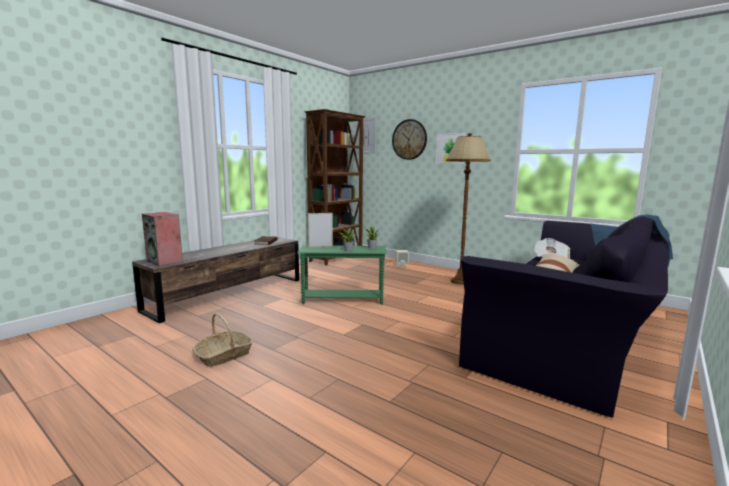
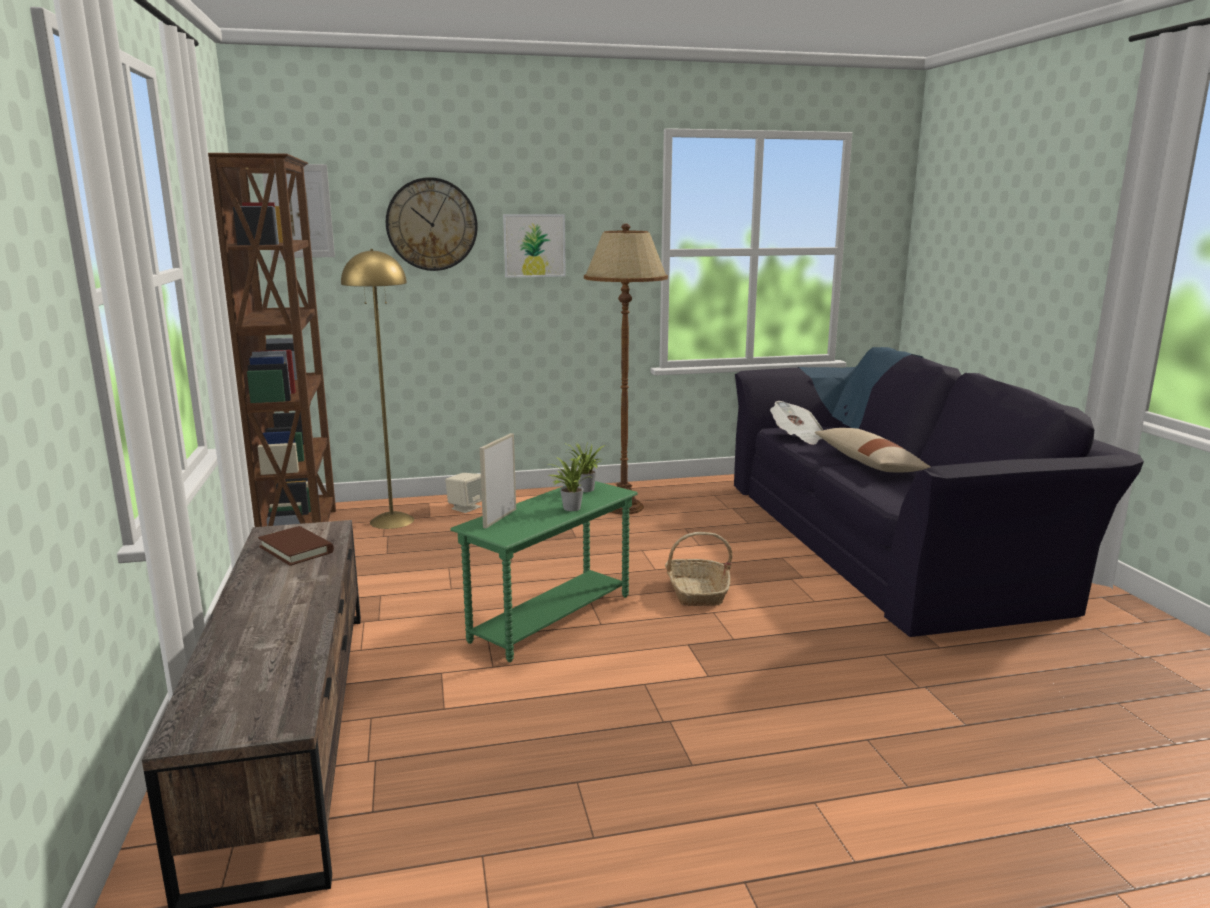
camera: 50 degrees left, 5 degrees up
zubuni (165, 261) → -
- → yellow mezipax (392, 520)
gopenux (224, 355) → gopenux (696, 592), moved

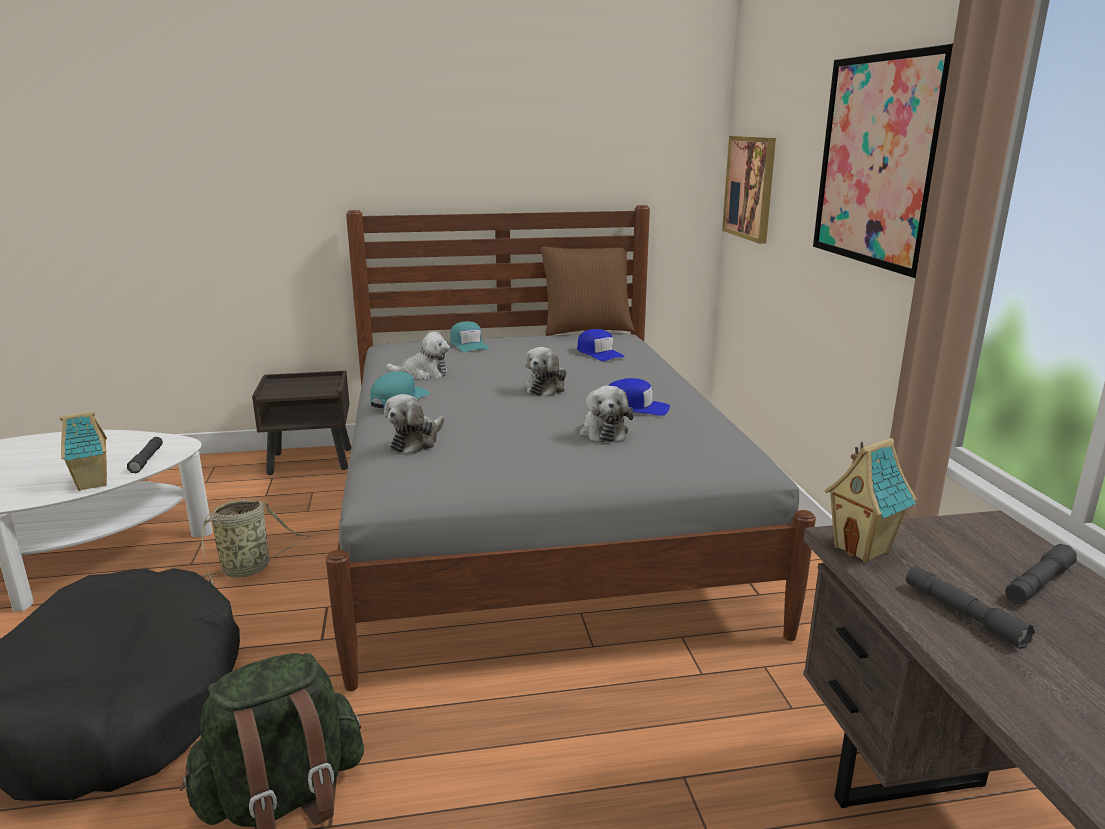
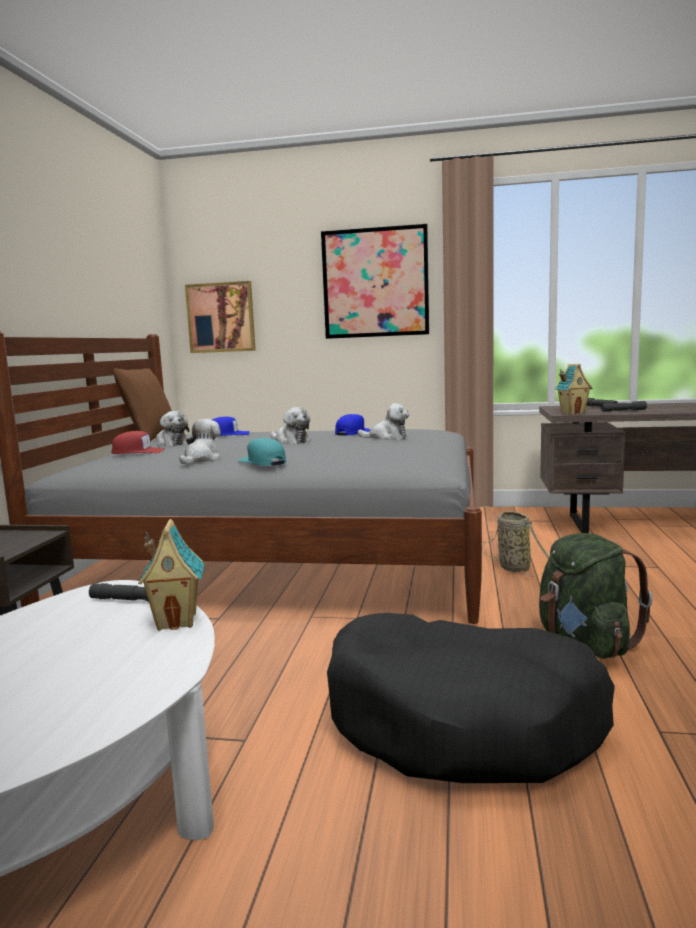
camera: 70 degrees left, 10 degrees down
gopenux (250, 568) → gopenux (512, 567), moved
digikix (416, 442) → digikix (171, 443), moved
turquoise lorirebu (468, 344) → red lorirebu (138, 452)

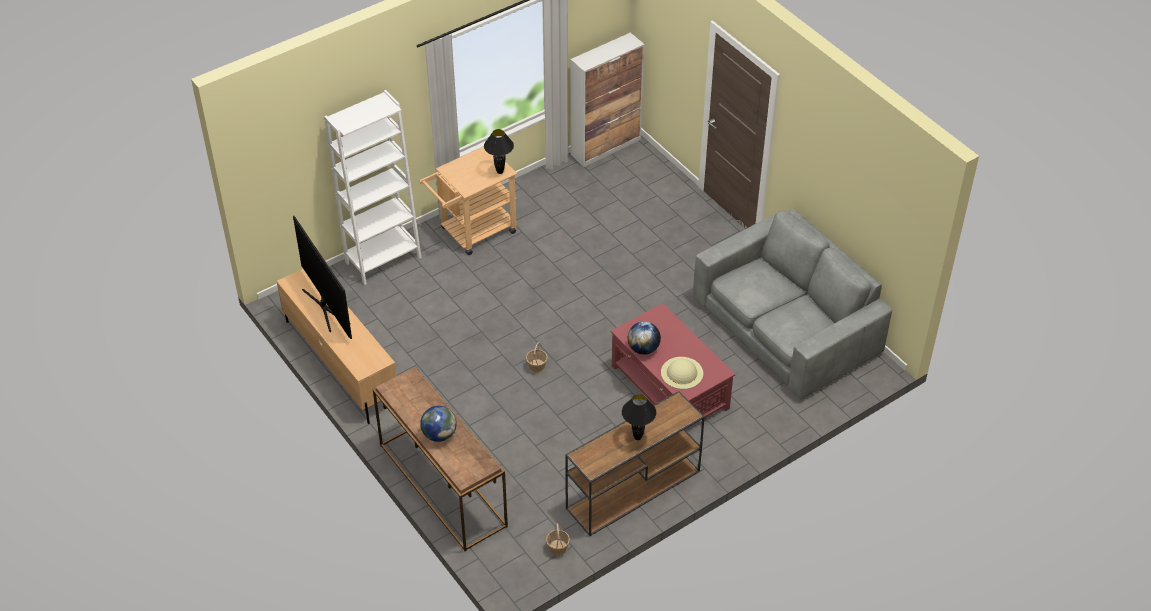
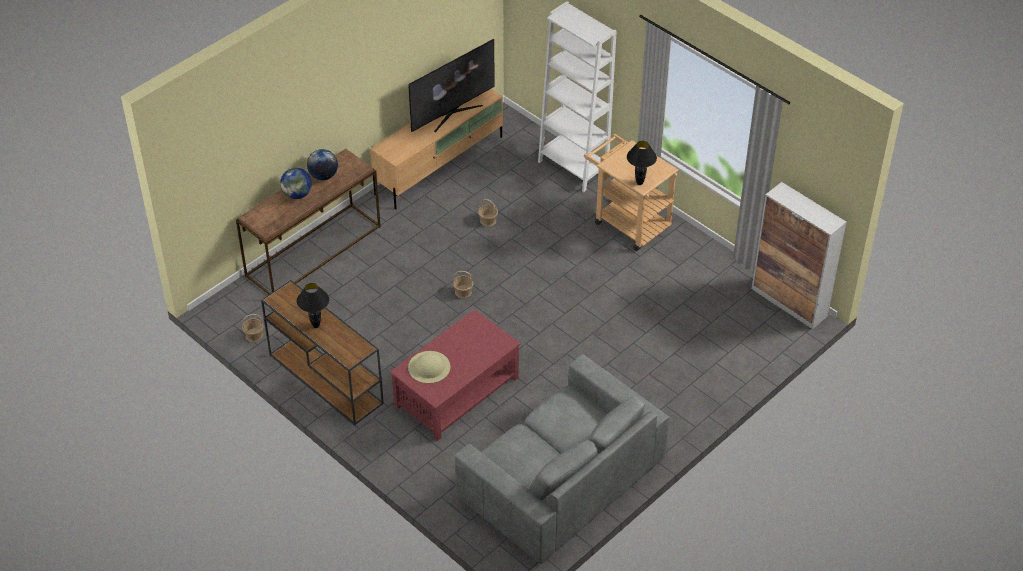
camera: 80 degrees right, 0 degrees up
- → gopenux (488, 220)
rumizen (643, 349) → rumizen (323, 176), moved

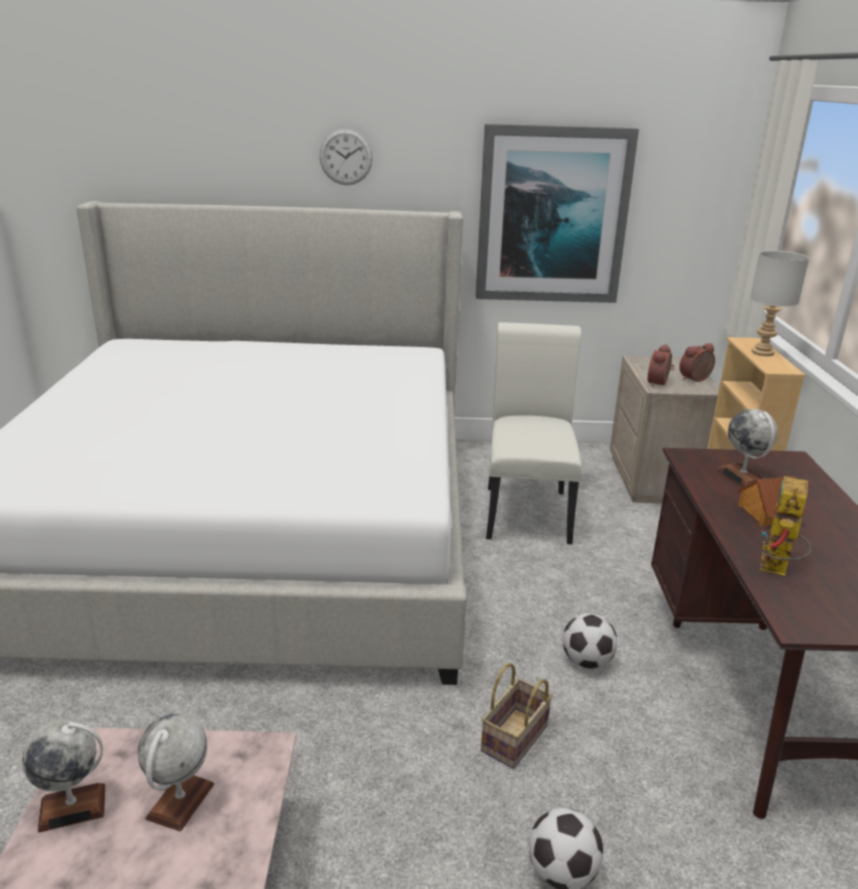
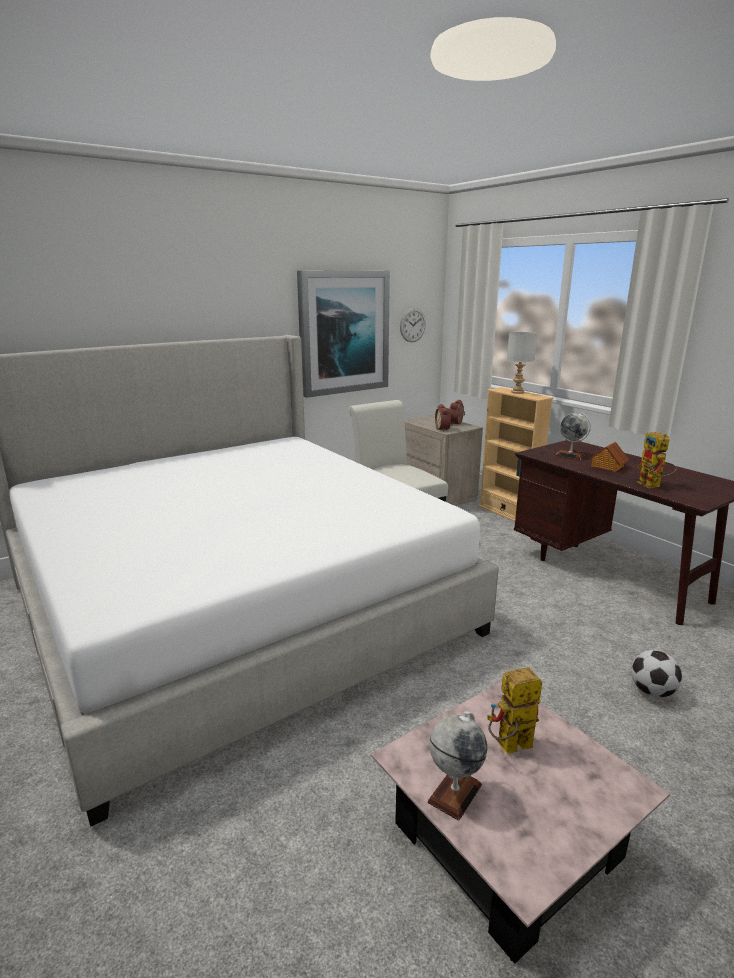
camera: 35 degrees left, 5 degrees down
gopenux (515, 740) → -
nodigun (587, 662) → -
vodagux (346, 157) → vodagux (412, 325), moved
rumizen (180, 801) → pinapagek (509, 748)

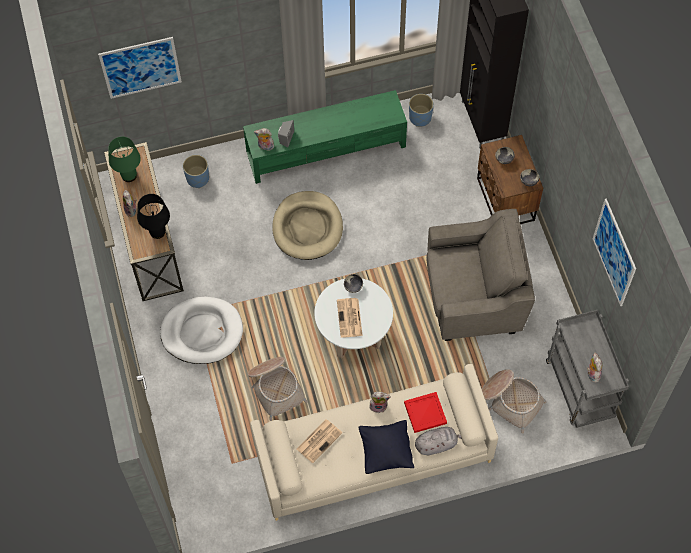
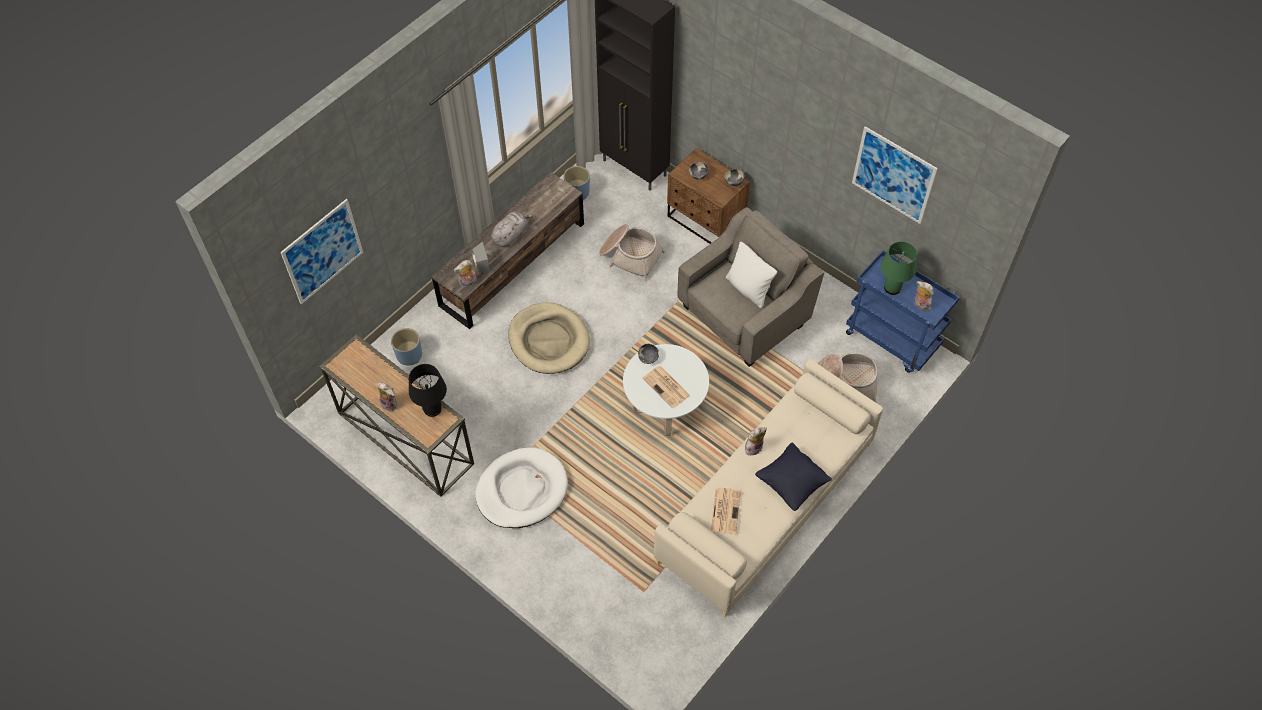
camera: 35 degrees left, 5 degrees down
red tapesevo (425, 412) → -
- → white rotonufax (748, 289)
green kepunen (129, 175) → green kepunen (892, 287), moved
gopenux (276, 388) → gopenux (630, 256), moved
grey digikix (437, 444) → grey digikix (510, 235), moved
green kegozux (327, 149) → brown kegozux (513, 264)
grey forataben (580, 389) → blue forataben (893, 340)

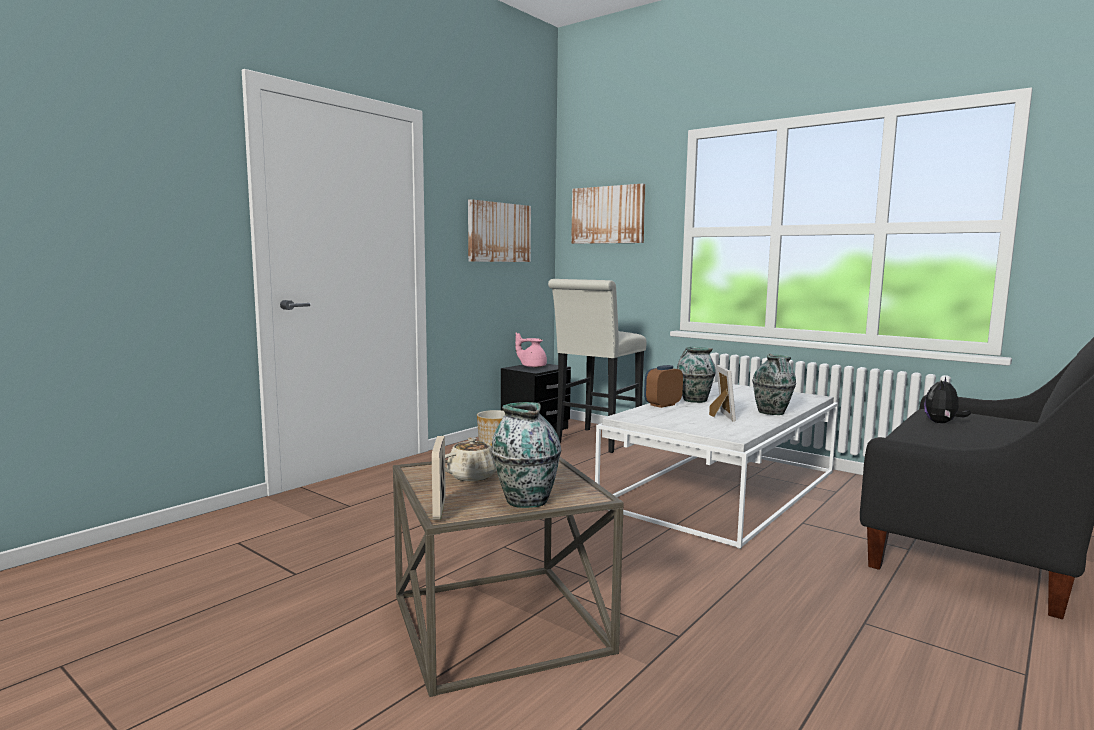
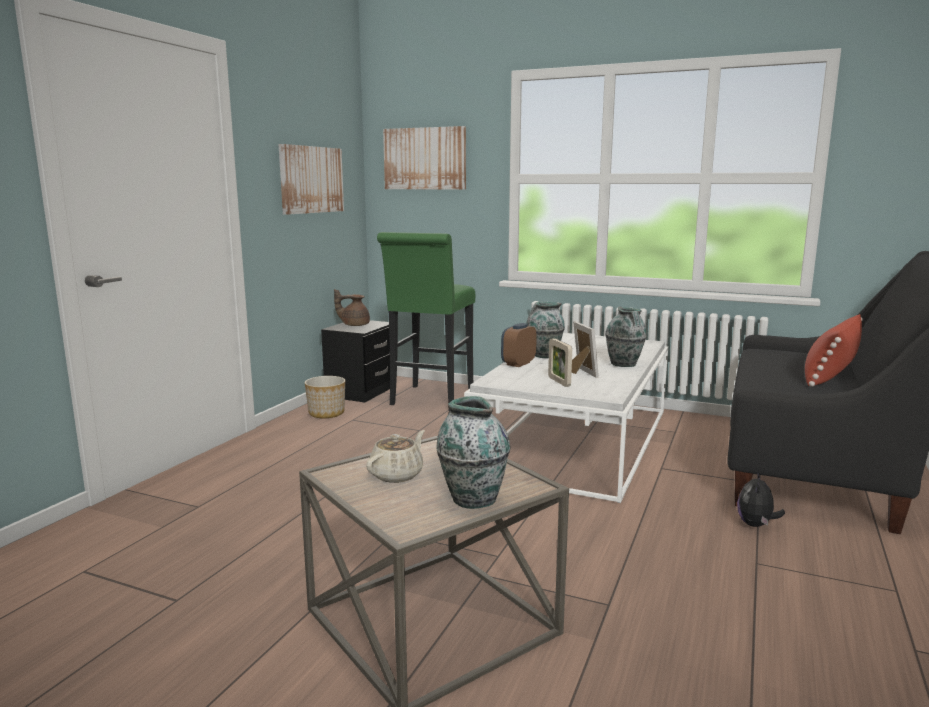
camera: 15 degrees left, 5 degrees up
- → red rotonufax (830, 374)
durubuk (439, 508) → durubuk (559, 382), moved
digikix (942, 423) → digikix (756, 525), moved
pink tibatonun (532, 366) → brown tibatonun (354, 325)
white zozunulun (595, 442) → green zozunulun (430, 400)

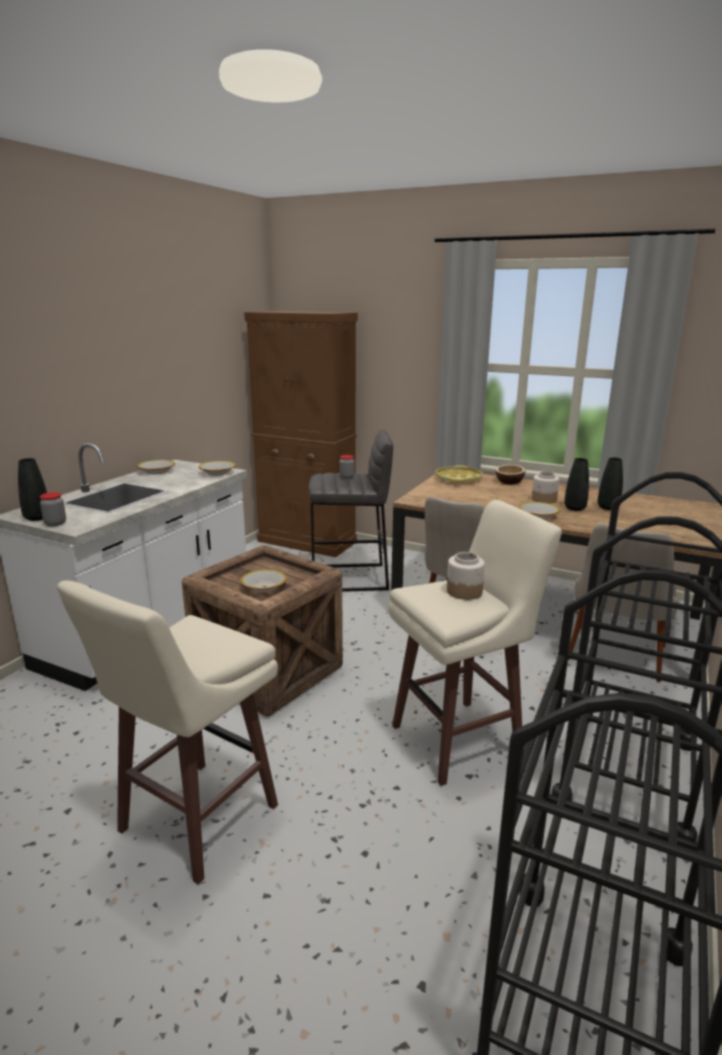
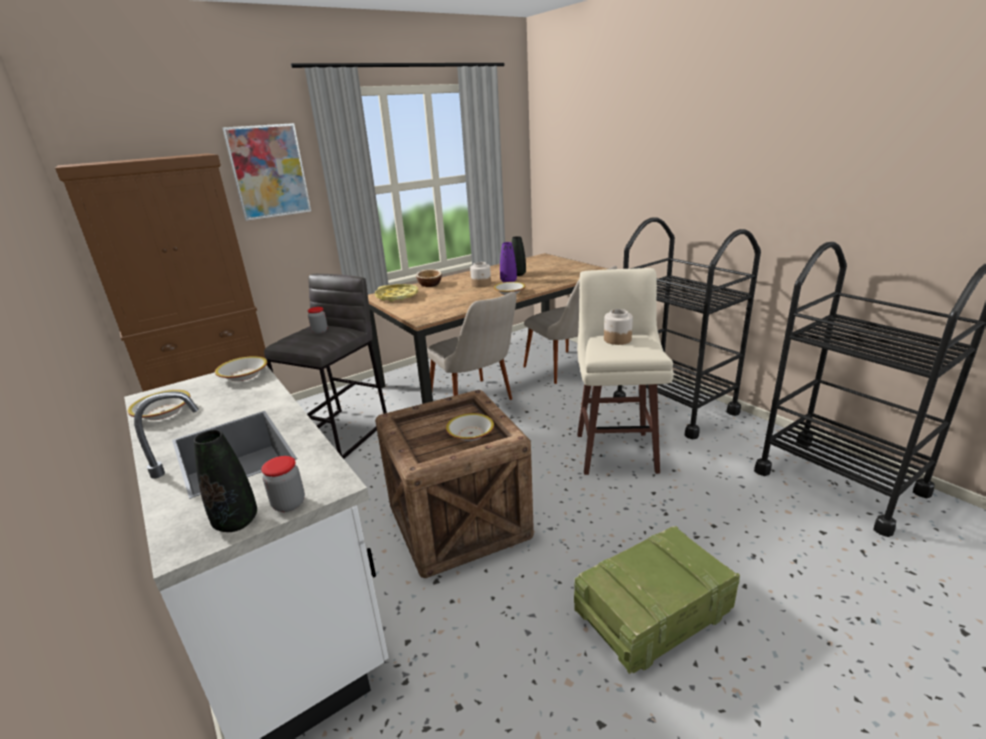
camera: 60 degrees left, 5 degrees up
- → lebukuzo (269, 172)
beige zozunulun (194, 821) → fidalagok (651, 615)
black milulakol (574, 508) → purple milulakol (508, 281)

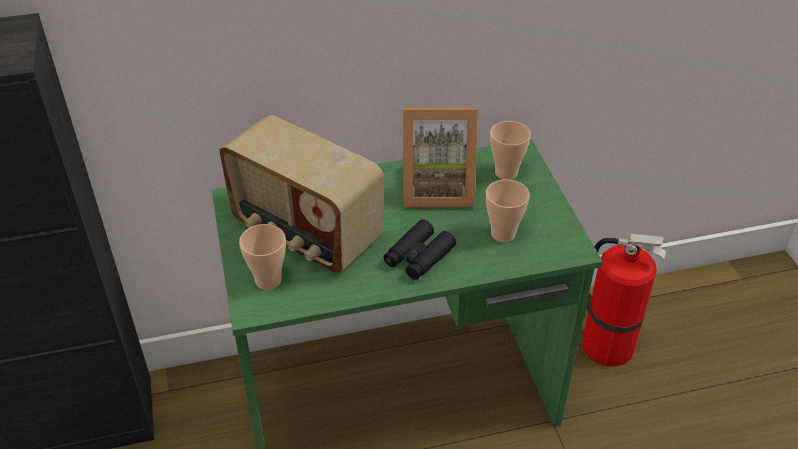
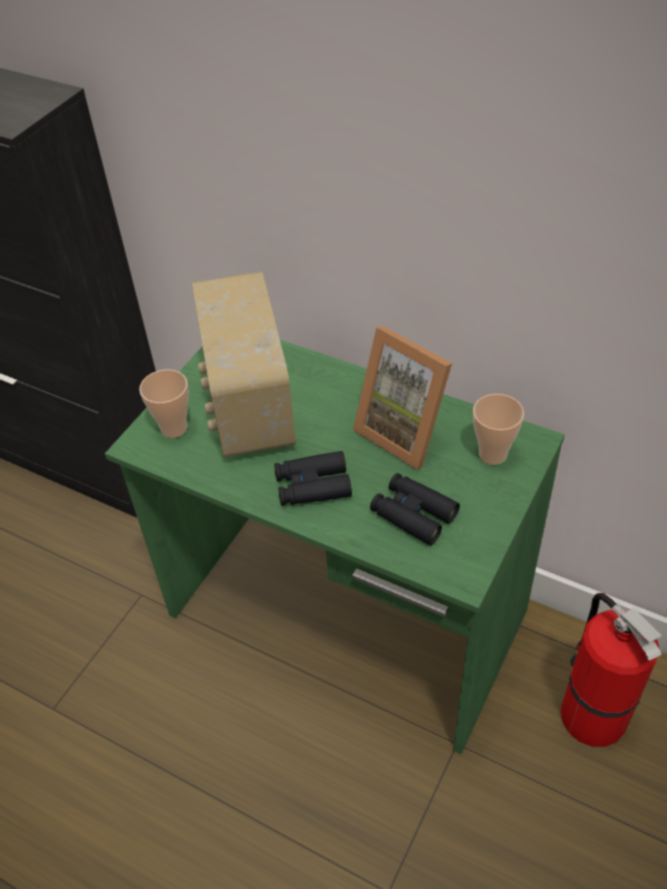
camera: 45 degrees right, 5 degrees up
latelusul (503, 234) → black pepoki (413, 514)

